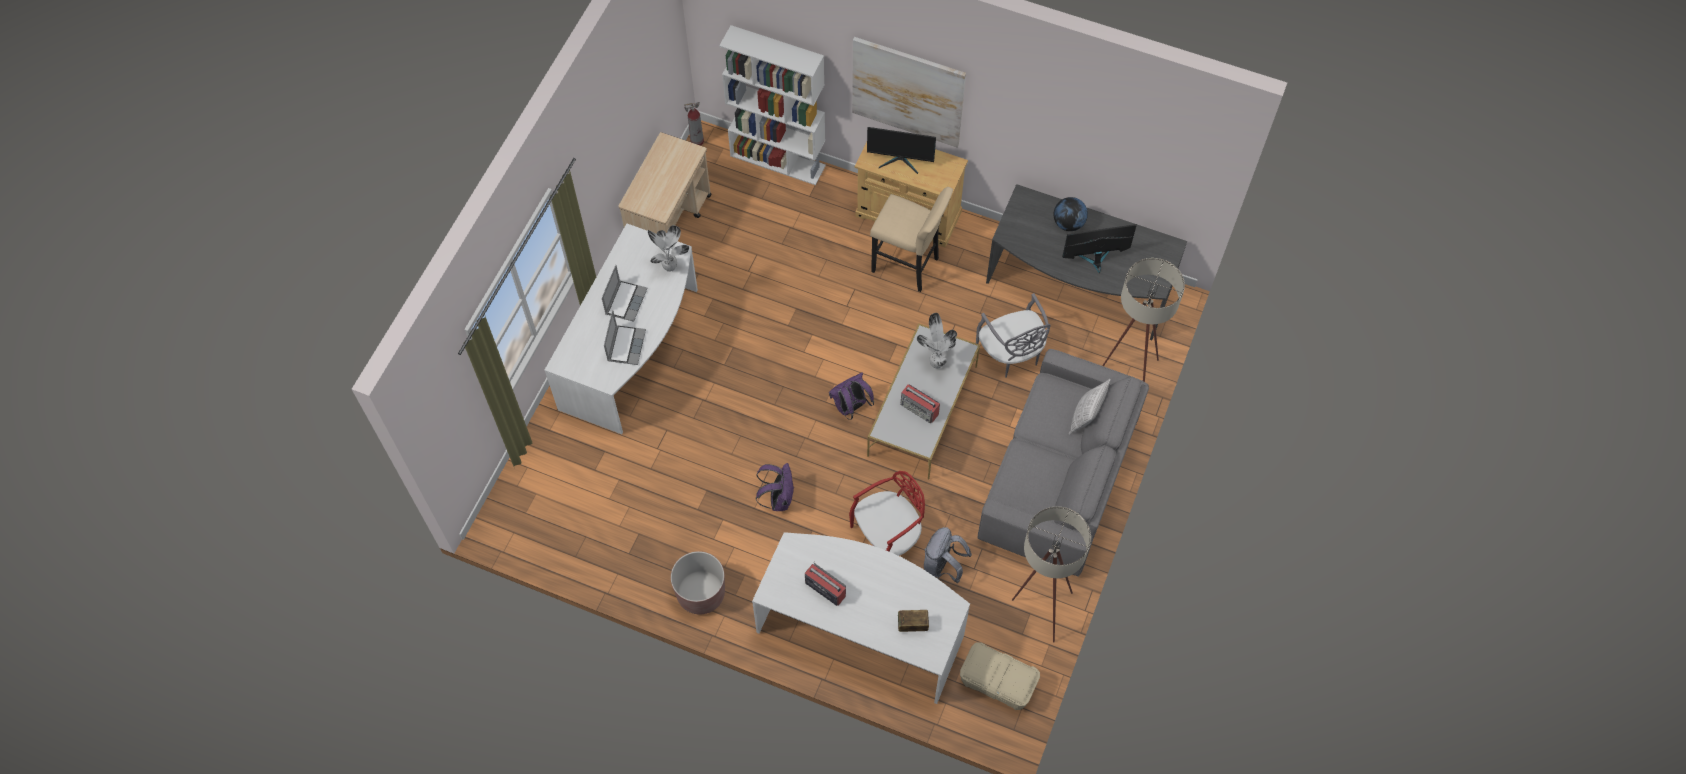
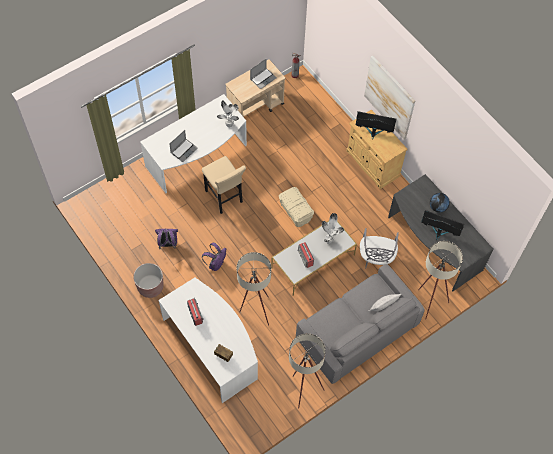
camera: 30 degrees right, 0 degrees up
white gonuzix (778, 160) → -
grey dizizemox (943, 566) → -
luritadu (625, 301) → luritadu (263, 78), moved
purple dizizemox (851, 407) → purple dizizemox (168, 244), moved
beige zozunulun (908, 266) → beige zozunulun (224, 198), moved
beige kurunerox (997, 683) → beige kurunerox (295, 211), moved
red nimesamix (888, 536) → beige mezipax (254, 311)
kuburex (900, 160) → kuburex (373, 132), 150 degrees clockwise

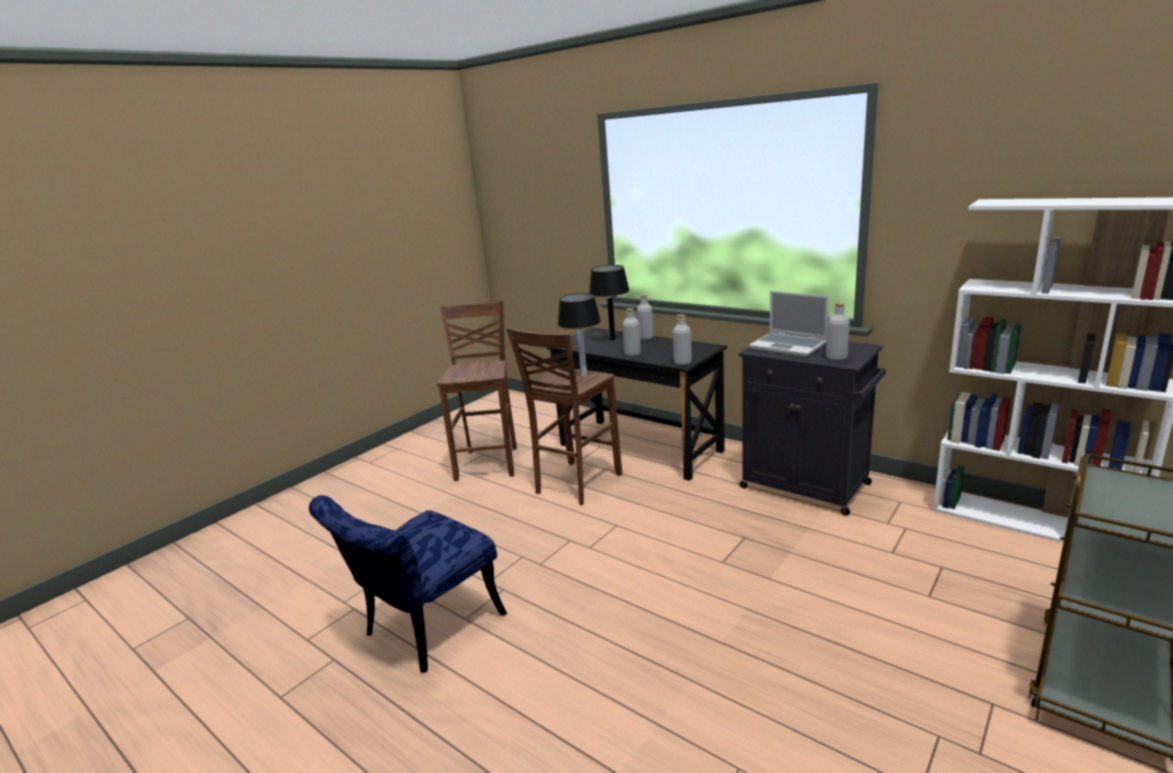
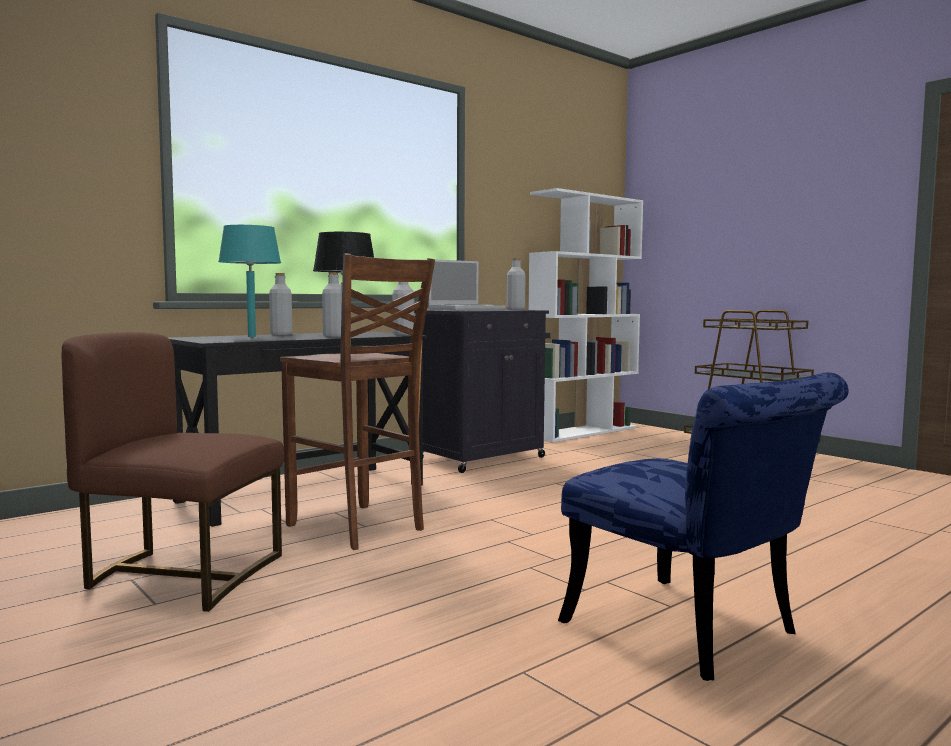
camera: 80 degrees left, 15 degrees down
brown zozunulun (489, 462) → brown nimesamix (181, 575)
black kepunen (612, 339) → turquoise kepunen (251, 336)

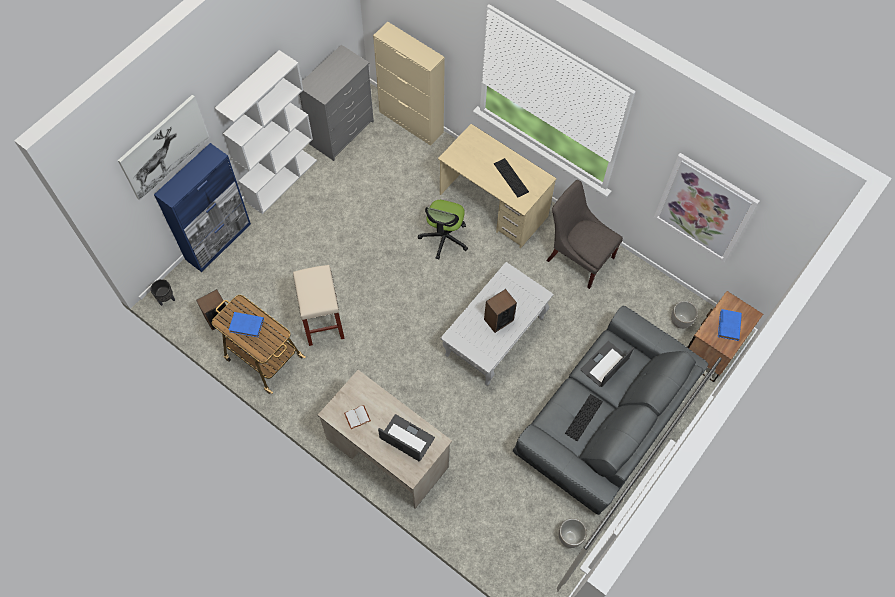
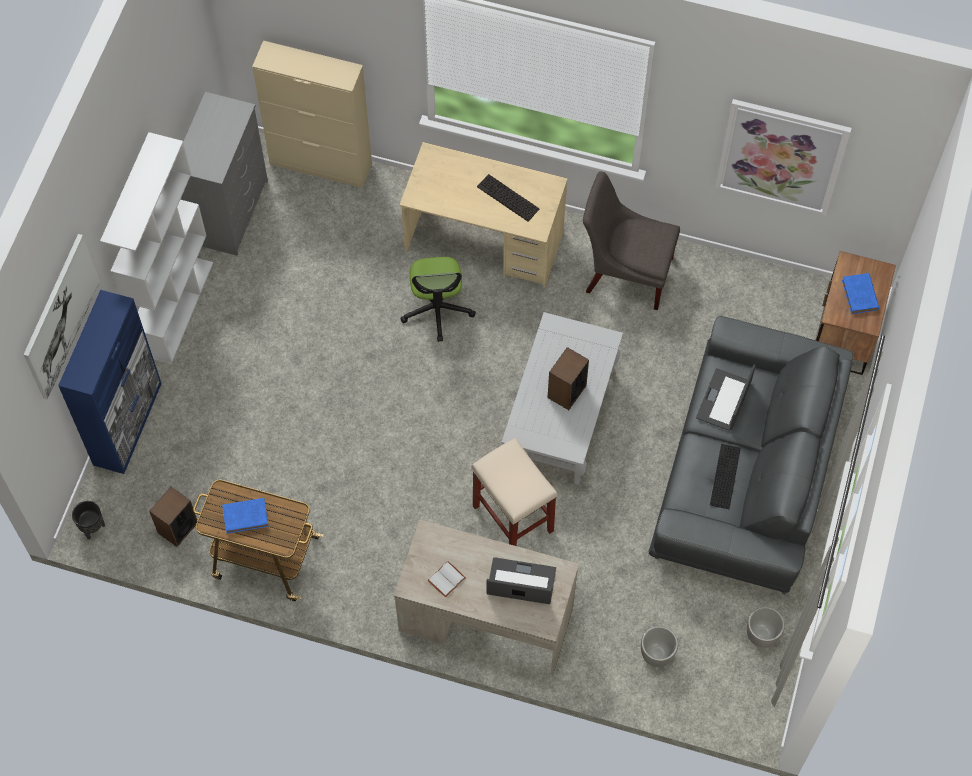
camera: 20 degrees left, 0 degrees up
beige zozunulun (323, 322) → beige zozunulun (514, 519), moved
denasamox (680, 321) → denasamox (656, 654), moved

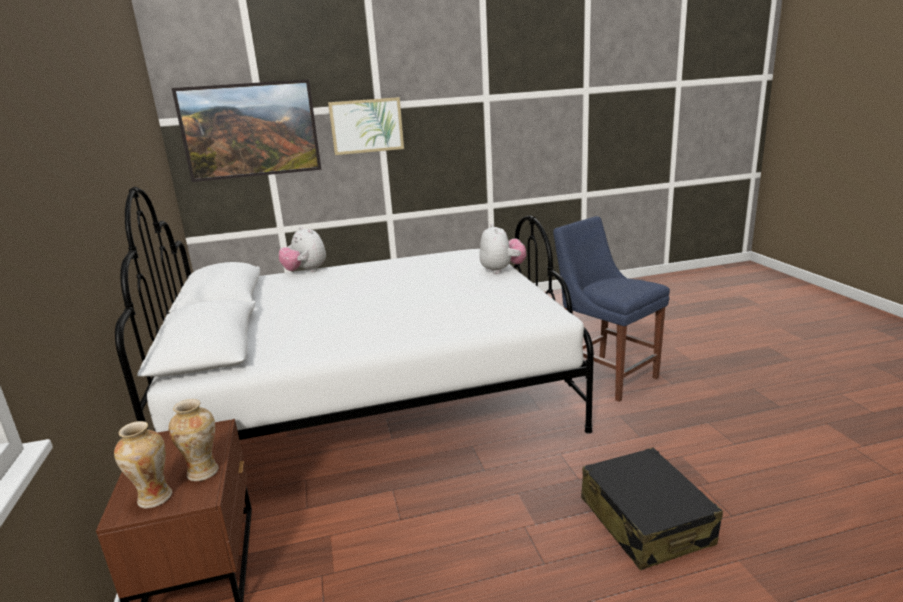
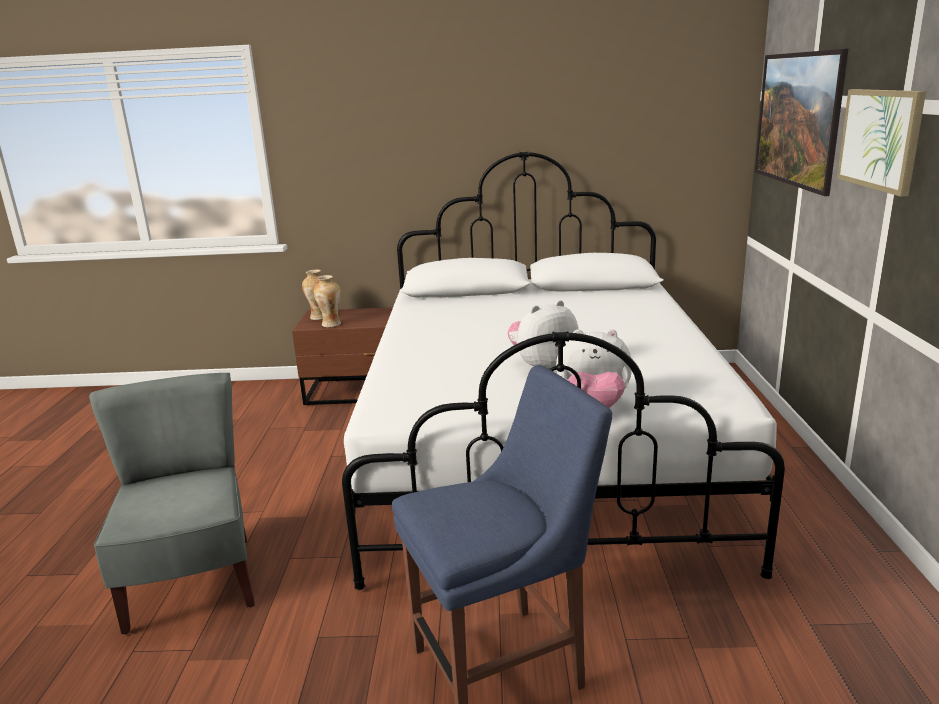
camera: 105 degrees right, 0 degrees up
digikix (305, 271) → digikix (542, 366), moved
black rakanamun (645, 521) → grey nimesamix (194, 582)

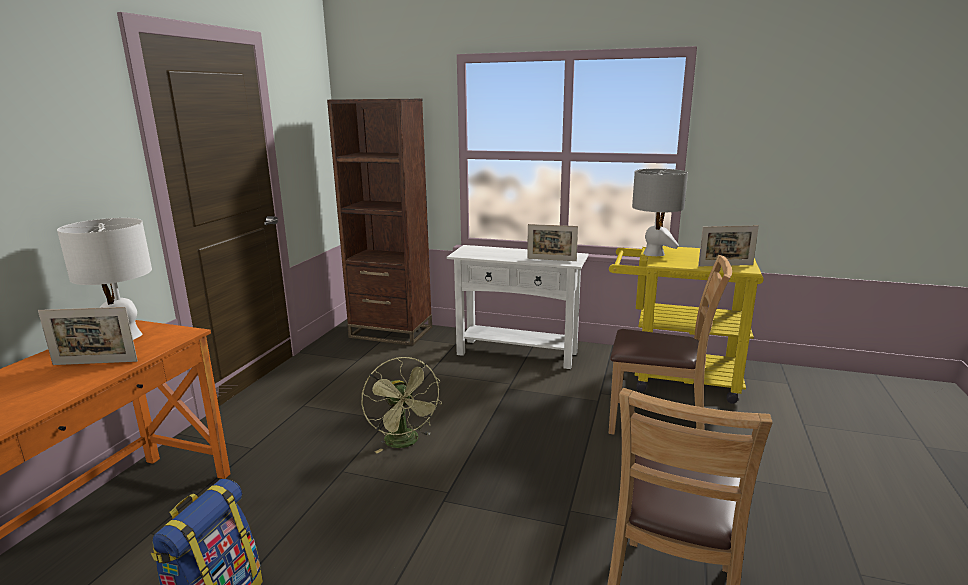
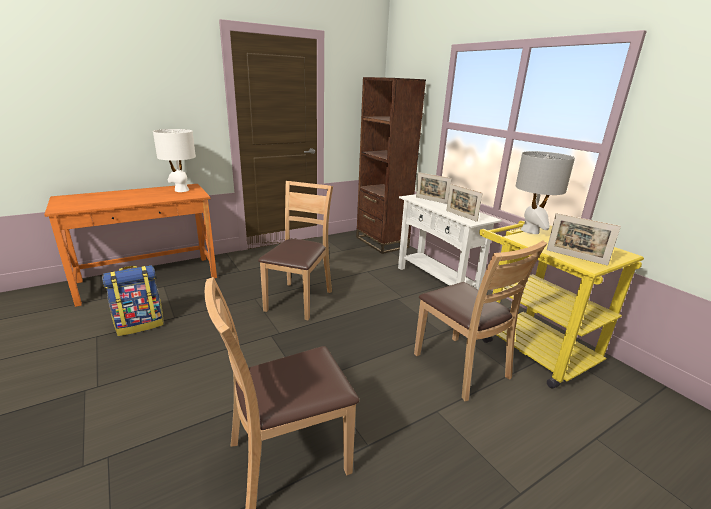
camera: 40 degrees right, 5 degrees up
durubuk (95, 363) → durubuk (431, 200), moved
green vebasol (405, 443) → brown nimesamix (299, 300)

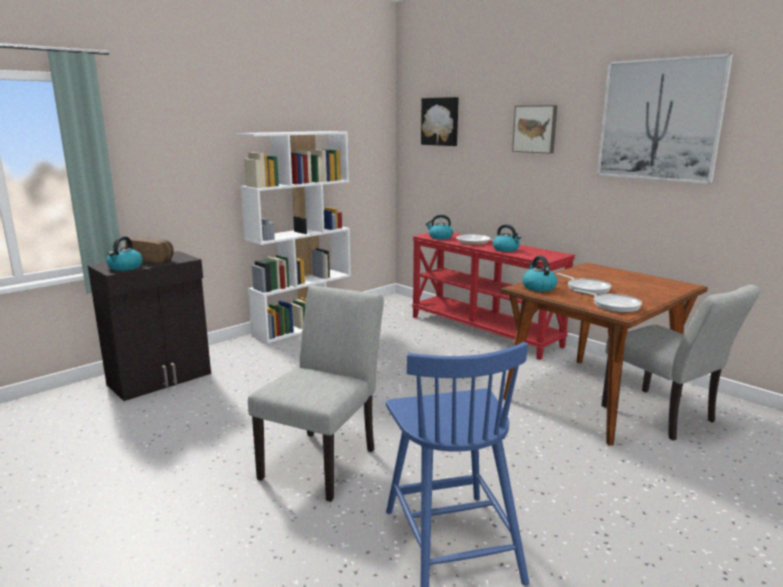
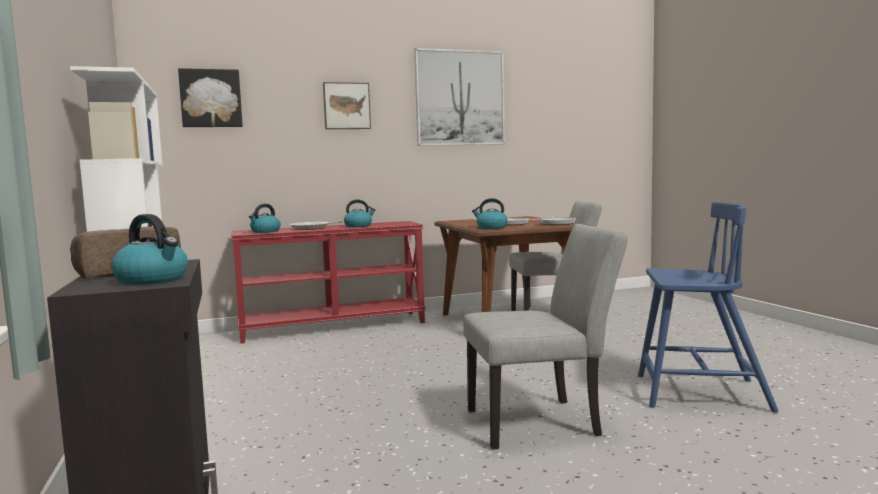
camera: 65 degrees left, 10 degrees down
grey nimesamix (324, 459) → grey nimesamix (542, 422), 120 degrees clockwise

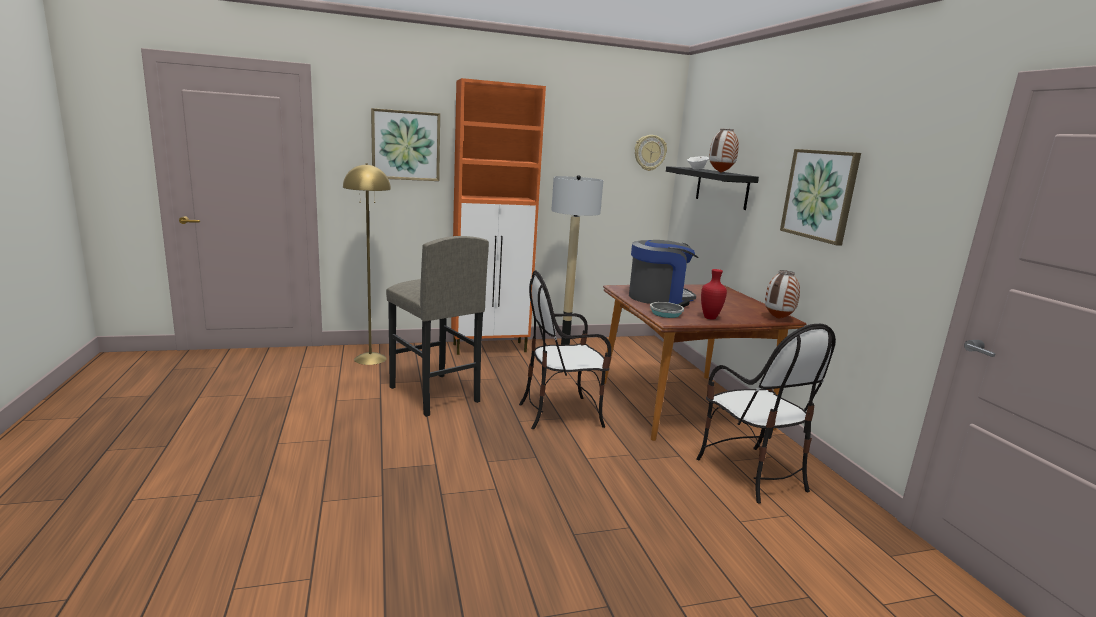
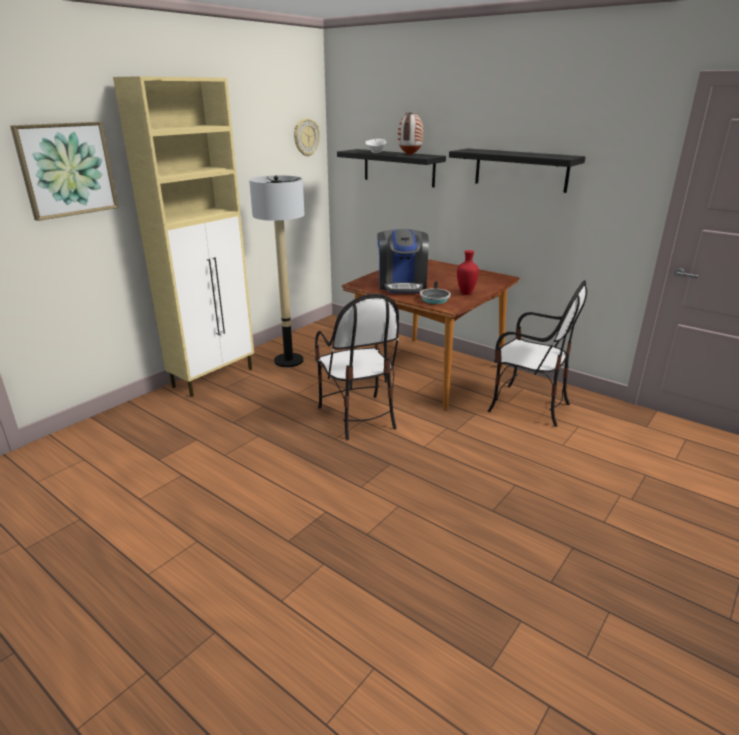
camera: 35 degrees left, 10 degrees up
yellow mezipax (370, 358) → -
grey zozunulun (433, 395) → -
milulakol (778, 319) → -
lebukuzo (819, 195) → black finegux (521, 170)
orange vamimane (490, 348) → beige vamimane (214, 377)
nimesamix (561, 413) → nimesamix (357, 416), 60 degrees counterclockwise
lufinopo (658, 297) → lufinopo (402, 285), 135 degrees clockwise

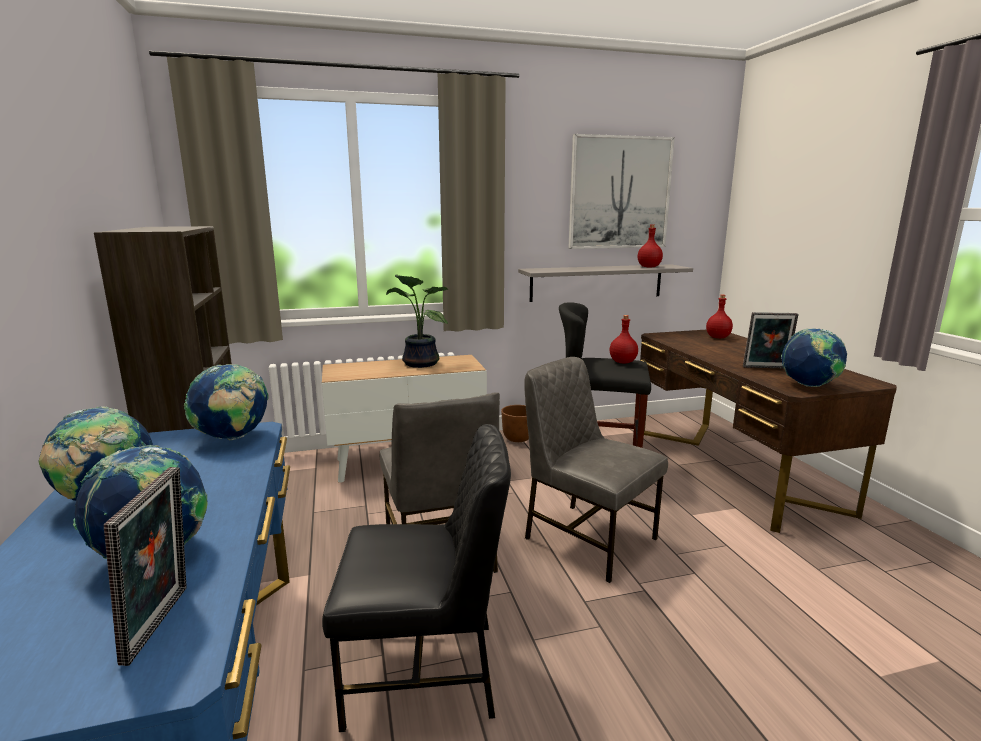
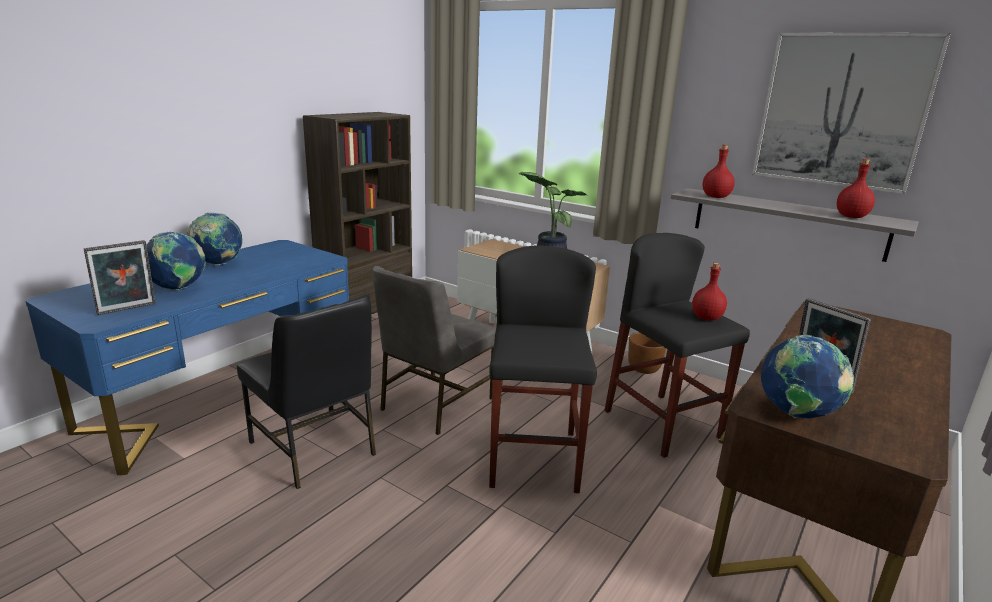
camera: 50 degrees right, 5 degrees up
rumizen (233, 438) → -
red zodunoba (718, 337) → red zodunoba (716, 197), moved
grey nimesamix (588, 538) → black zozunulun (533, 458)

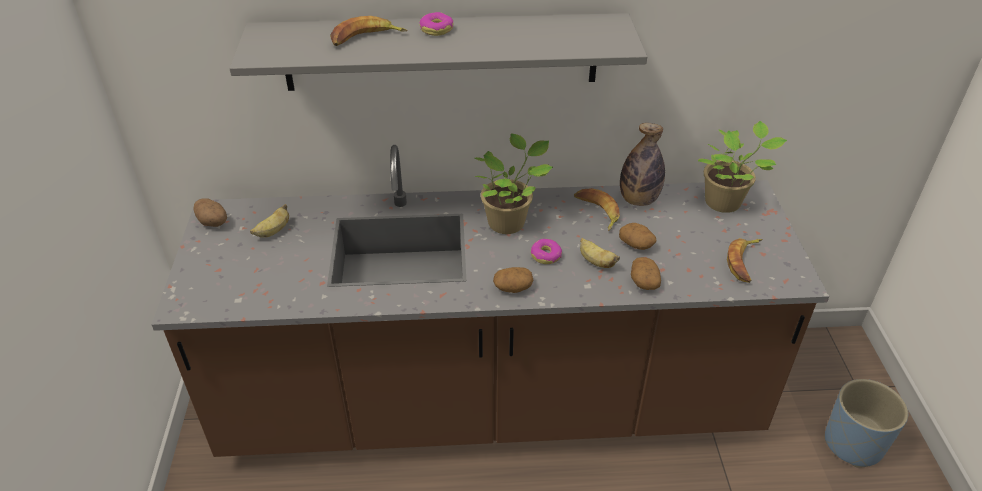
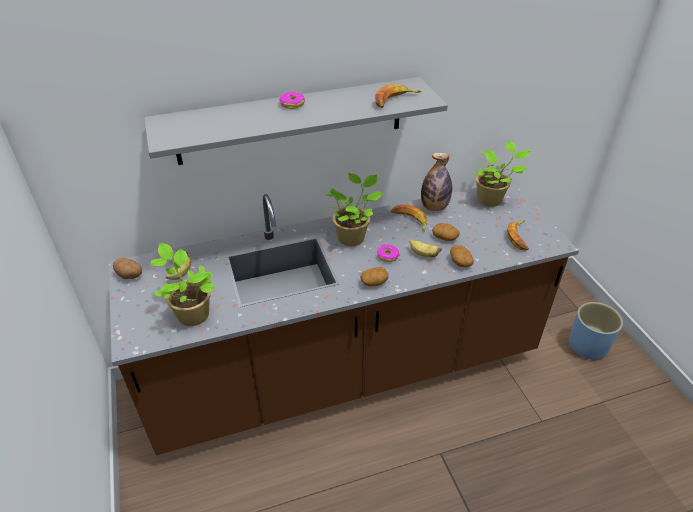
camera: 15 degrees left, 0 degrees up
- → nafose (192, 314)
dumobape (366, 38) → dumobape (395, 100), moved

